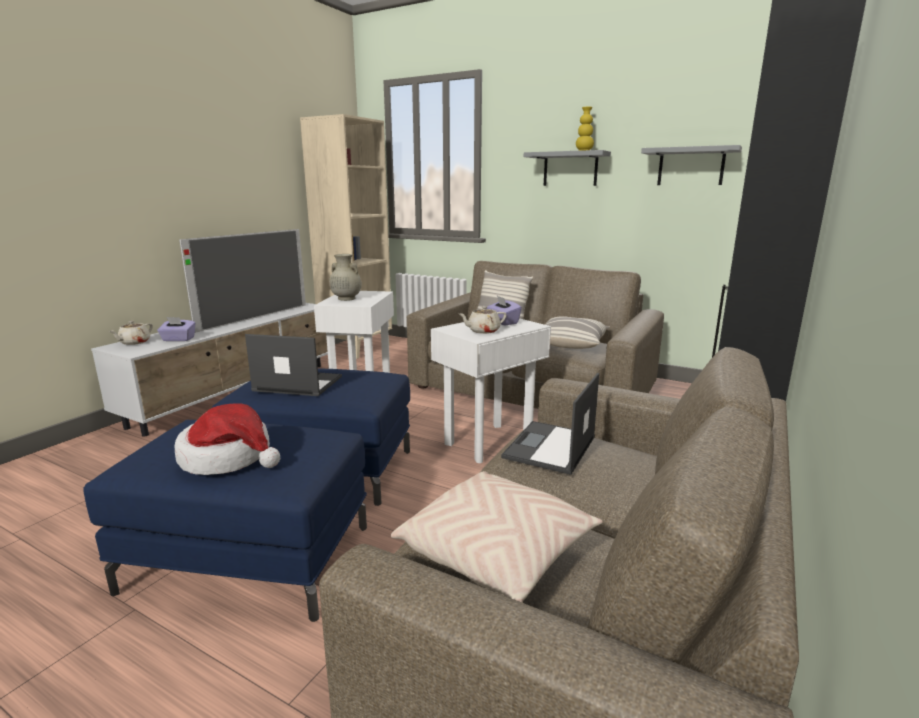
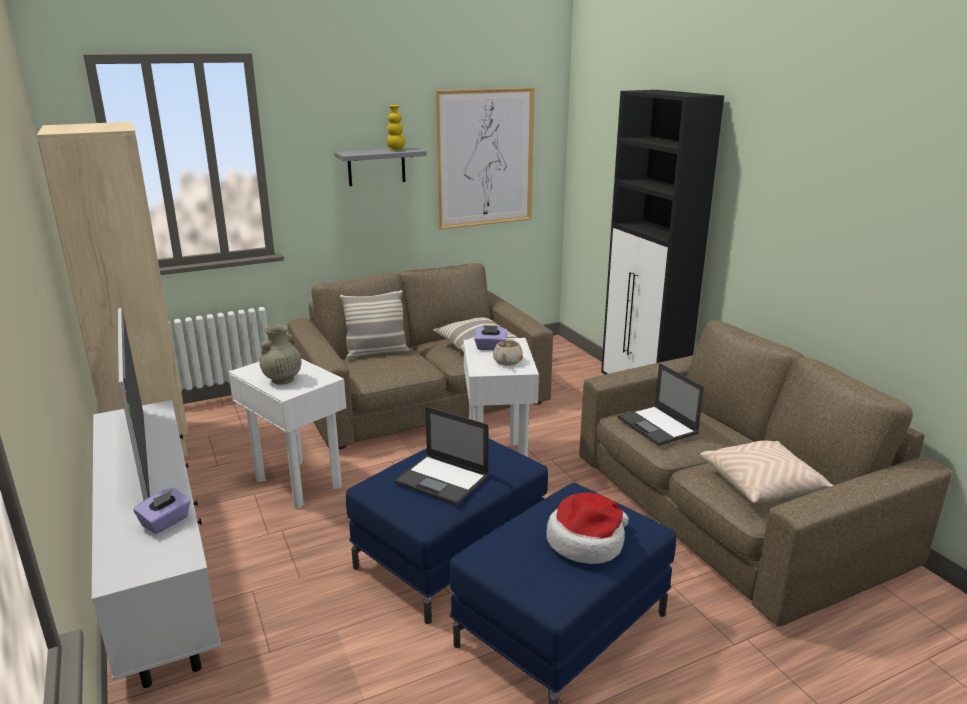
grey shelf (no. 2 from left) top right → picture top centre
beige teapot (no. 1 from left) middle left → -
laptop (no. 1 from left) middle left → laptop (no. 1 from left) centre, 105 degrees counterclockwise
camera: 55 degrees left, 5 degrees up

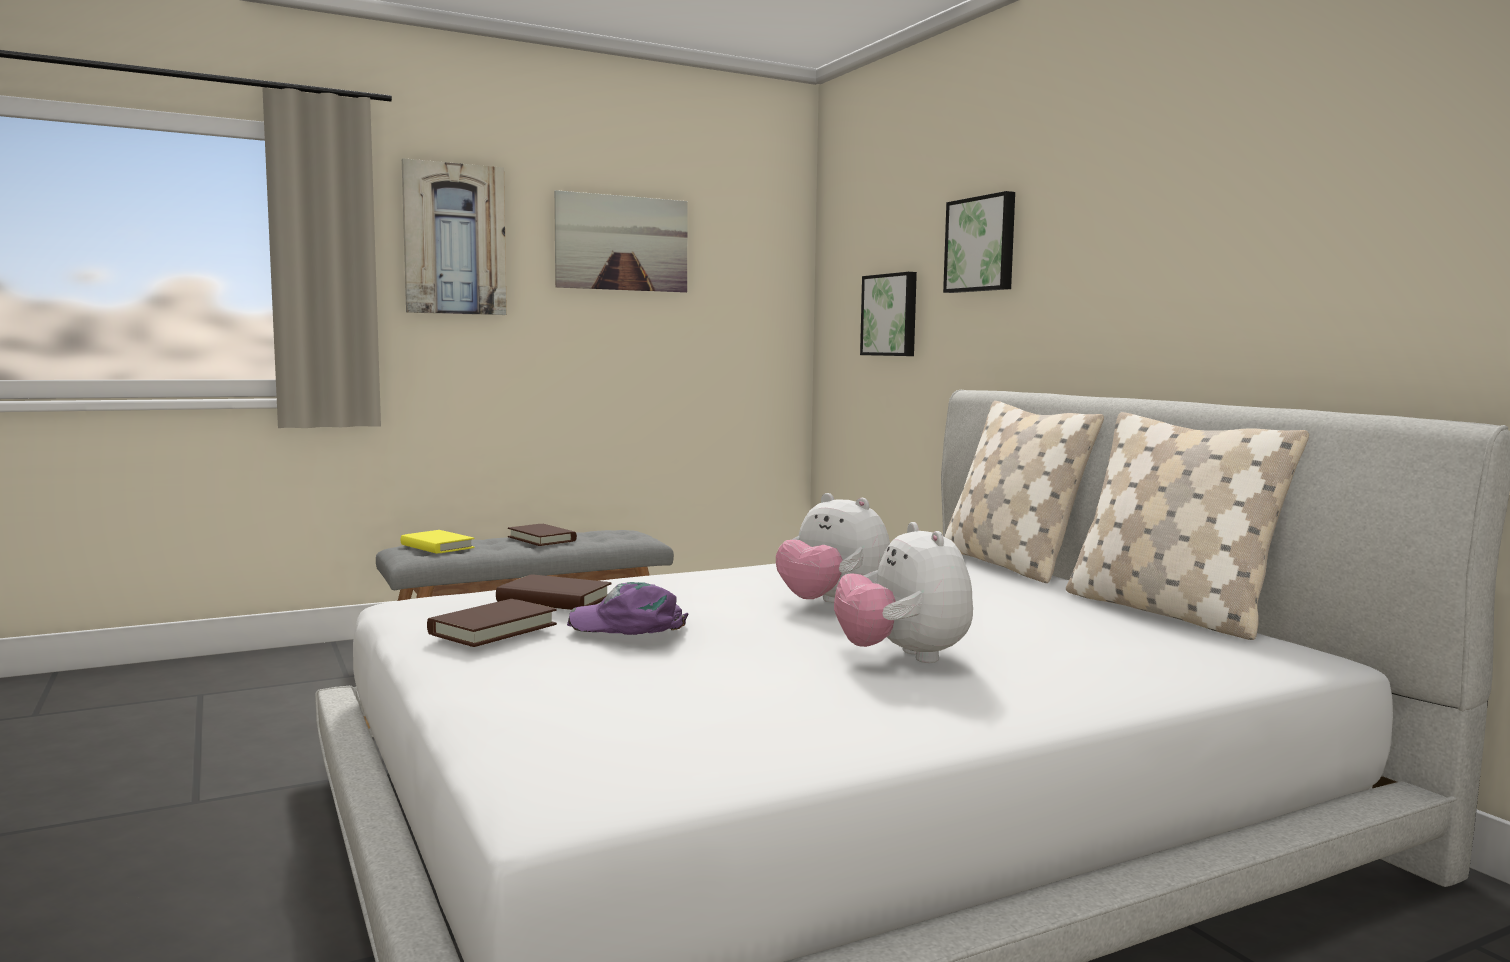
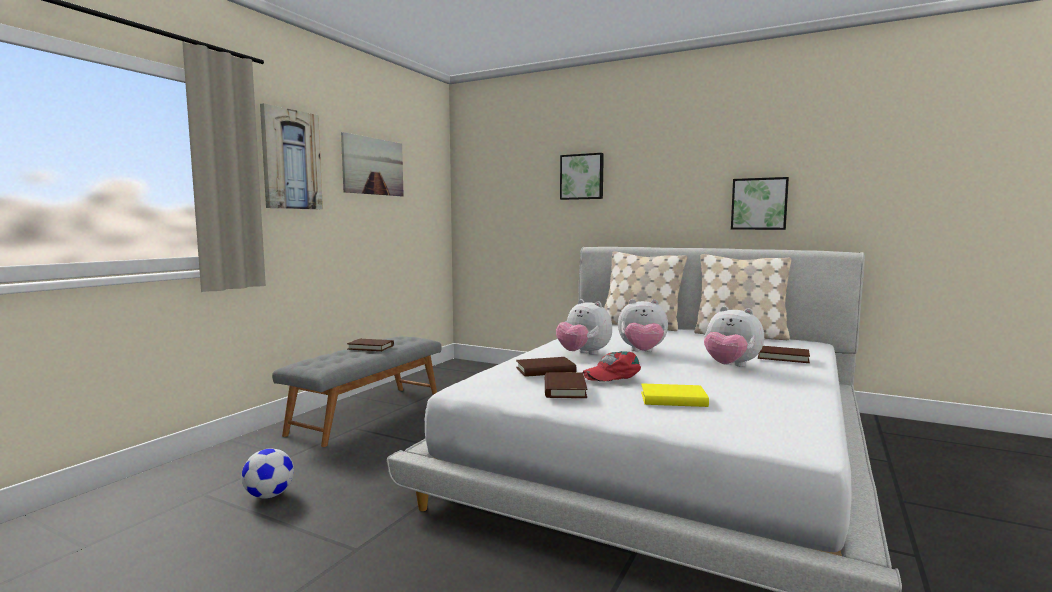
picture (no. 3 from left in the first image) top centre → picture (no. 4 from left) middle right, shifted
yellow book middle left → yellow book bottom centre, shifted
purple cap centre → red cap centre
- → plush toy (no. 1 from left) centre
- → brown book (no. 4 from left) middle right
- → football bottom left
camera: 35 degrees left, 0 degrees up

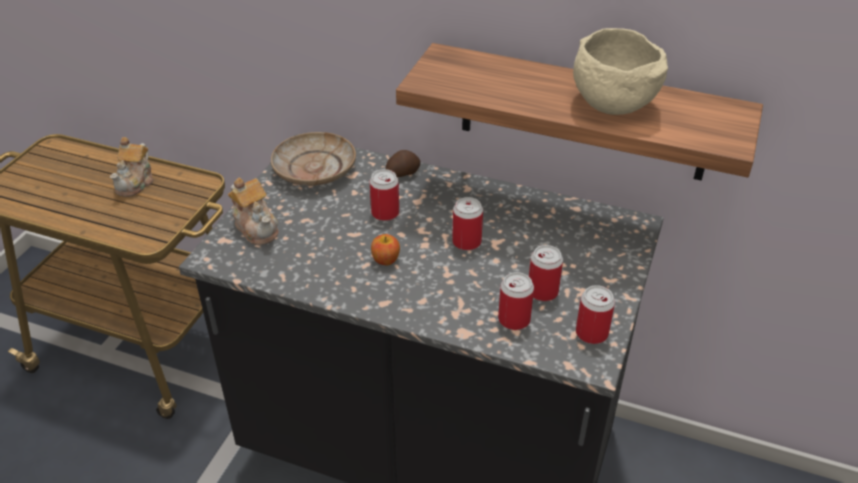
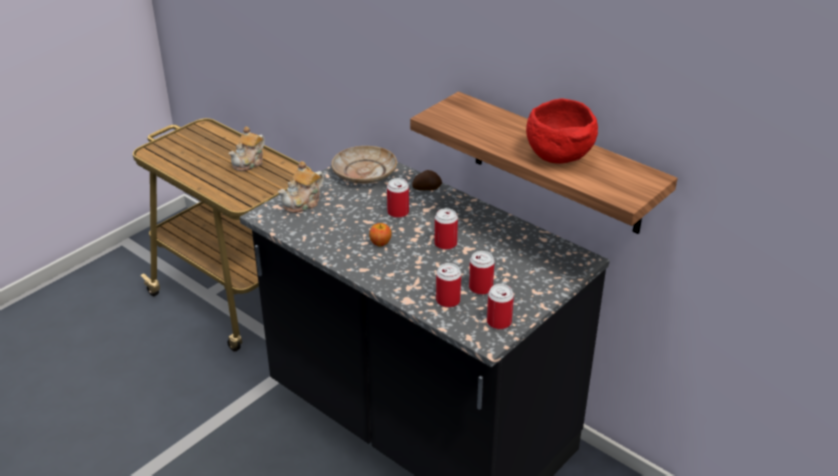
beige bowl top right → red bowl top right
teapot (no. 2 from left) middle left → teapot (no. 2 from left) centre, 60 degrees clockwise
camera: 20 degrees right, 5 degrees down

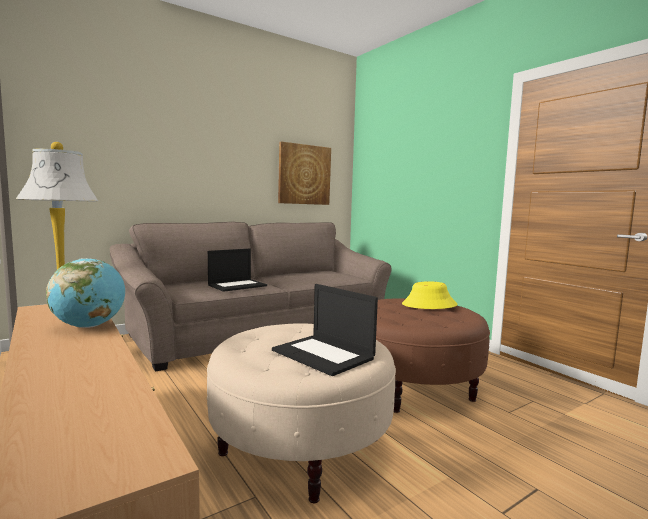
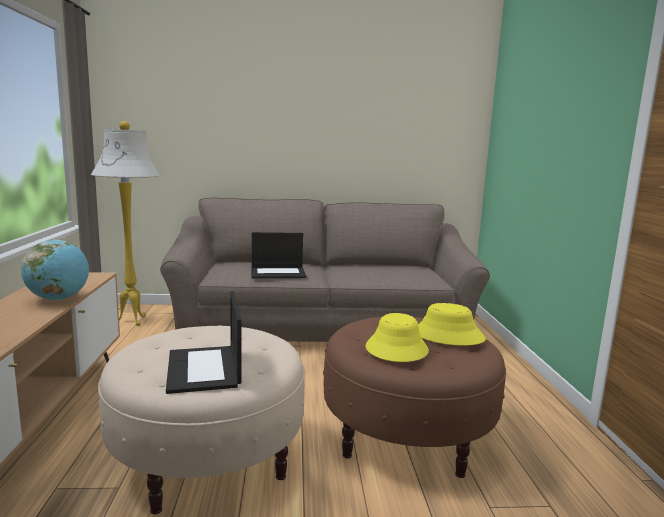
picture centre → -
- → yellow hat (no. 1 from left) centre
camera: 30 degrees right, 5 degrees up

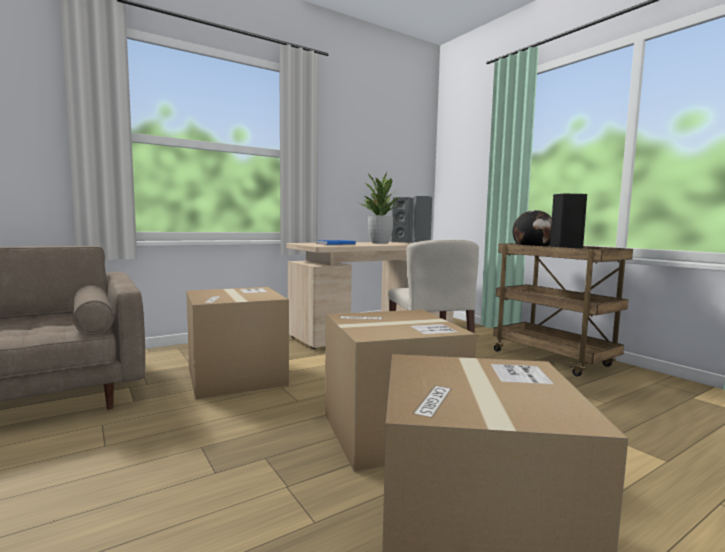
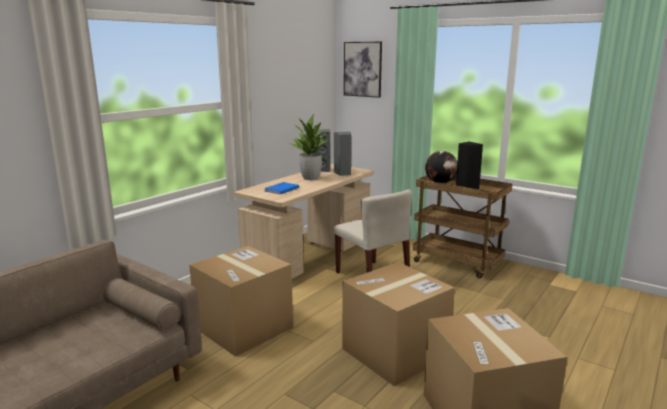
- → picture top centre
camera: 20 degrees left, 10 degrees up

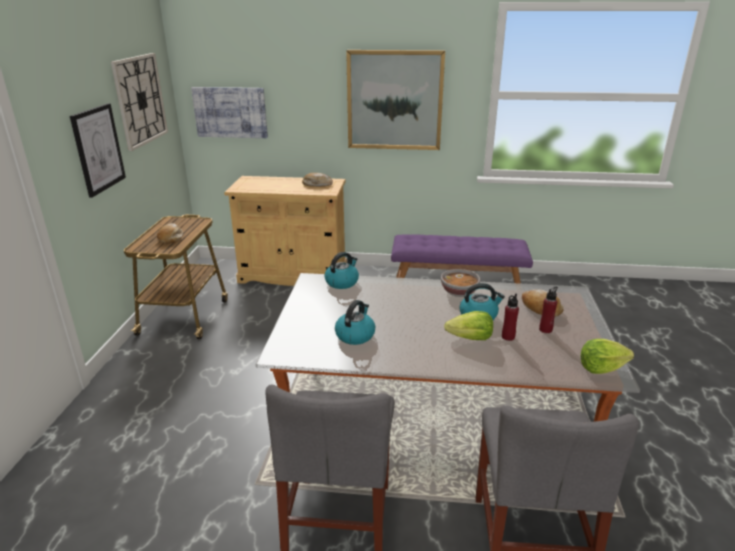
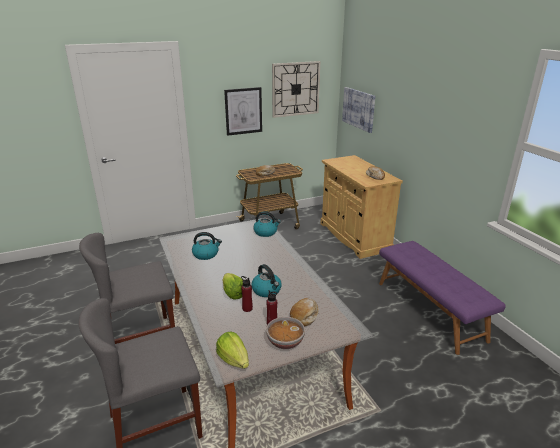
picture (no. 3 from left) top centre → -
bowl centre → bowl bottom centre, shifted
camera: 60 degrees right, 0 degrees up

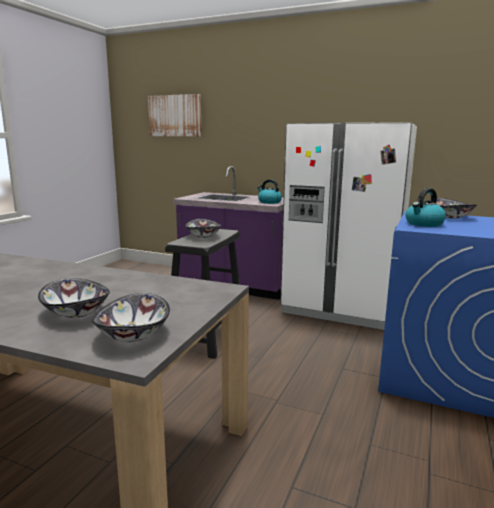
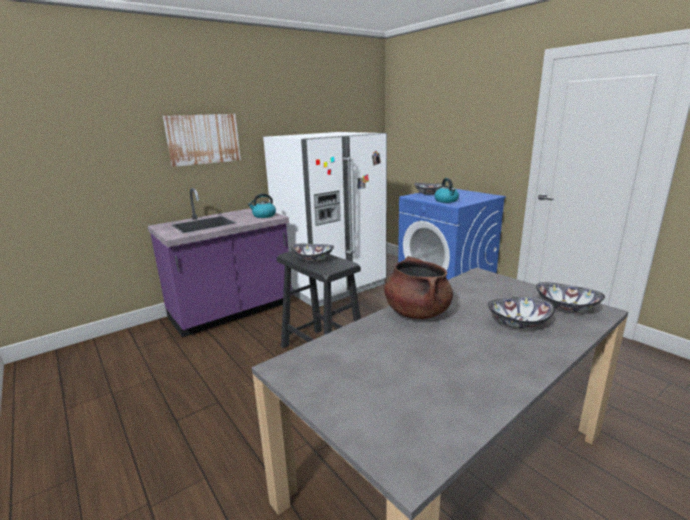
picture top centre → picture top left, shifted
- → brown cooking pot centre
camera: 60 degrees left, 5 degrees up

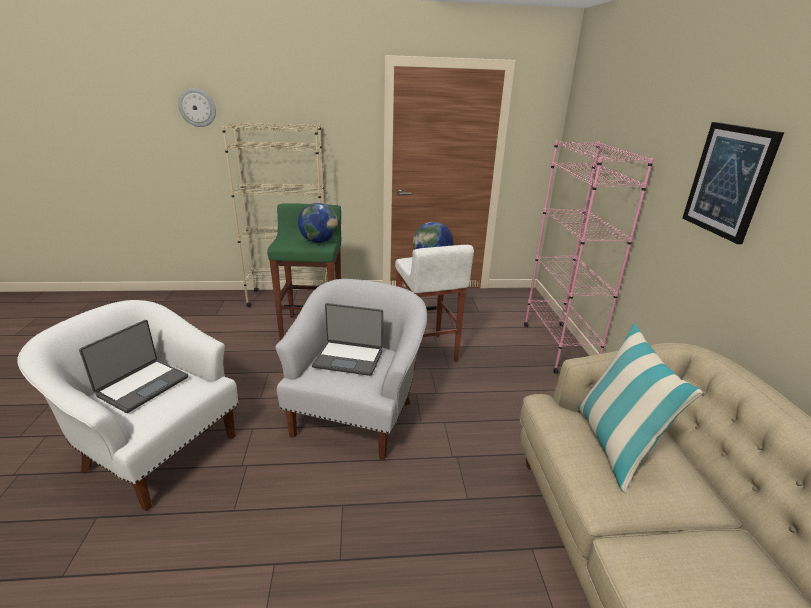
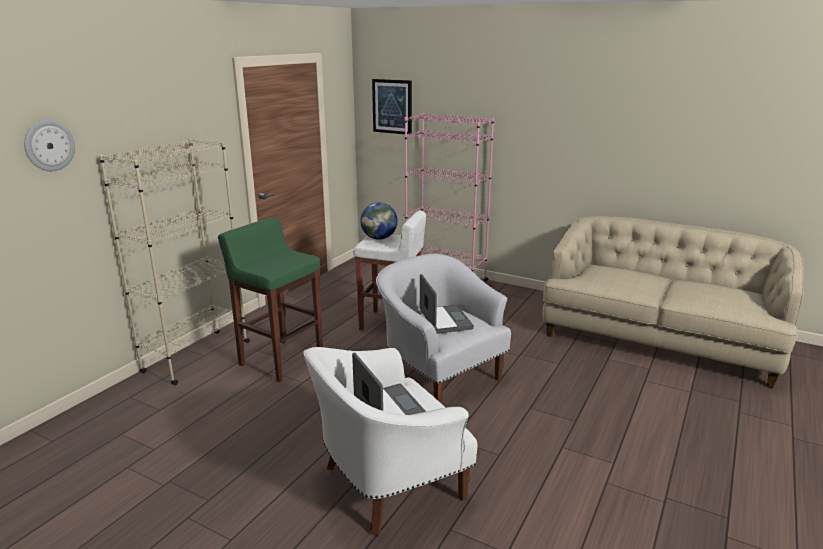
picture top right → picture top centre, shifted
globe (no. 1 from left) centre → -
laptop (no. 2 from left) centre, 60 degrees counterclockwise
pillow bottom right → -
camera: 55 degrees left, 5 degrees down

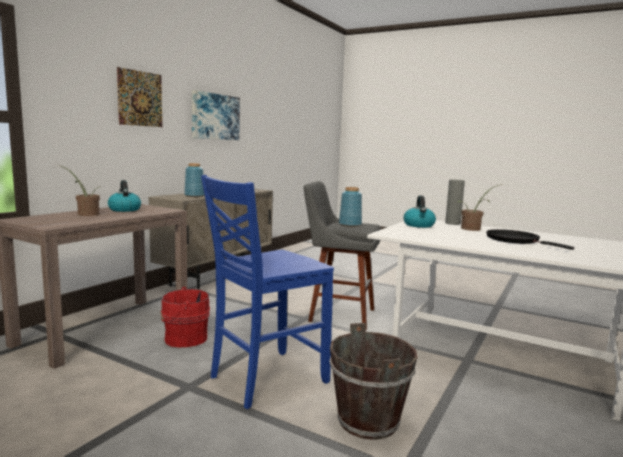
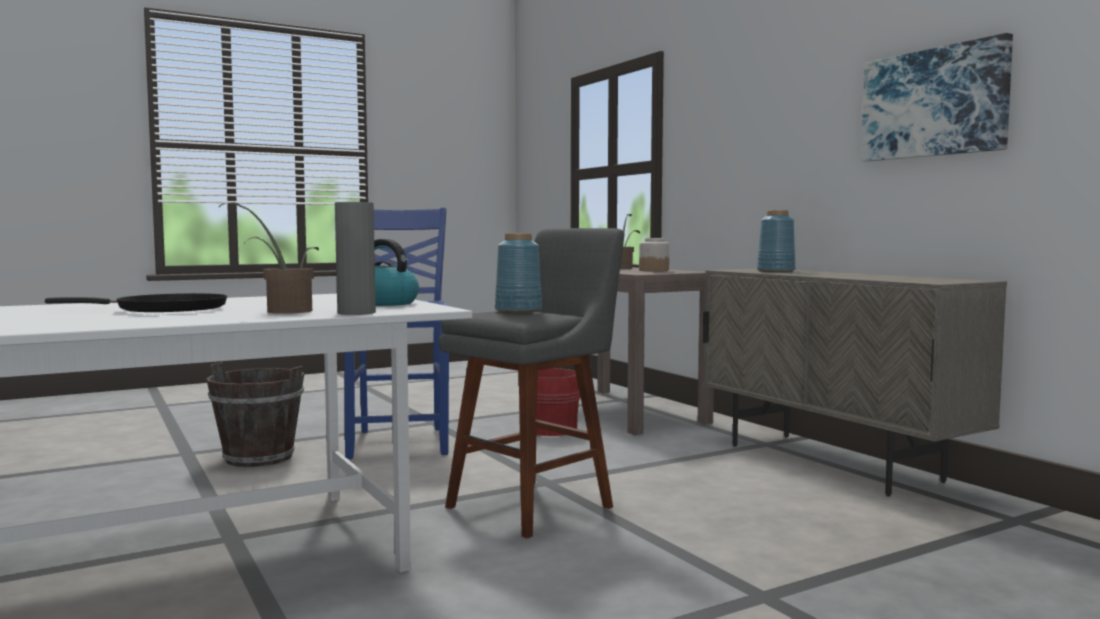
picture (no. 1 from left) top left → -
kettle (no. 1 from left) middle left → jar centre
camera: 120 degrees right, 5 degrees down

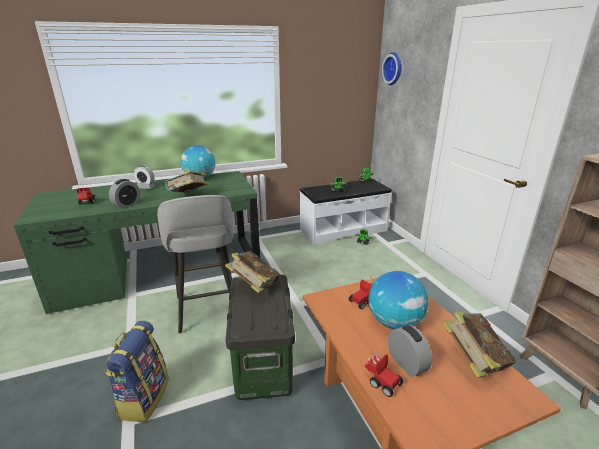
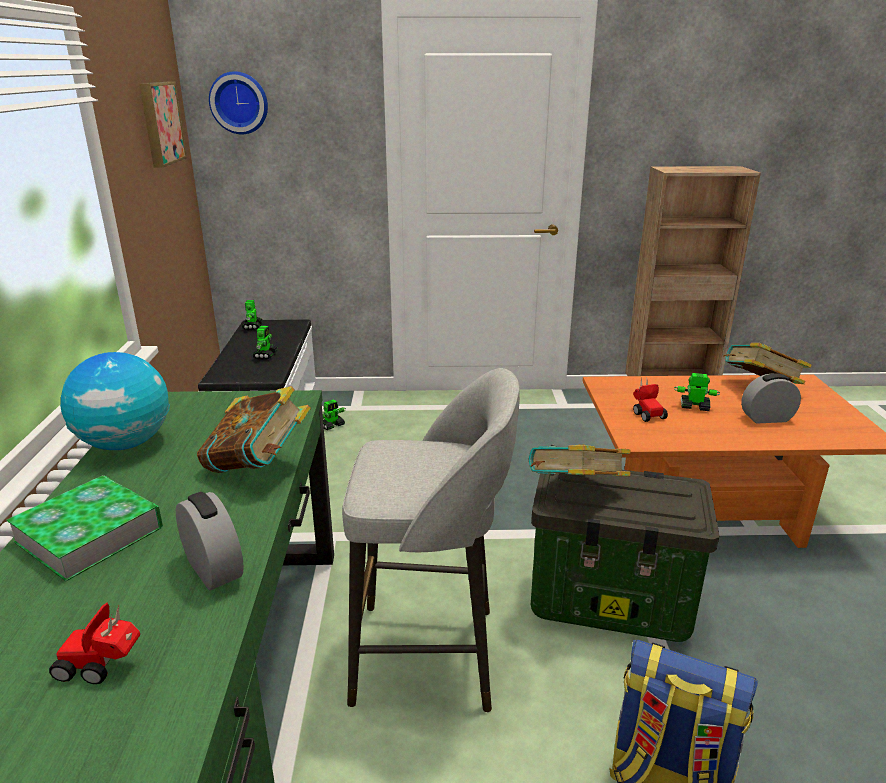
alarm clock (no. 2 from left) middle left → book (no. 1 from left) bottom left
globe (no. 2 from left) bottom centre → toy robot (no. 4 from left) middle right
toy car (no. 3 from left) bottom centre → -
- → picture top left
camera: 70 degrees left, 0 degrees up

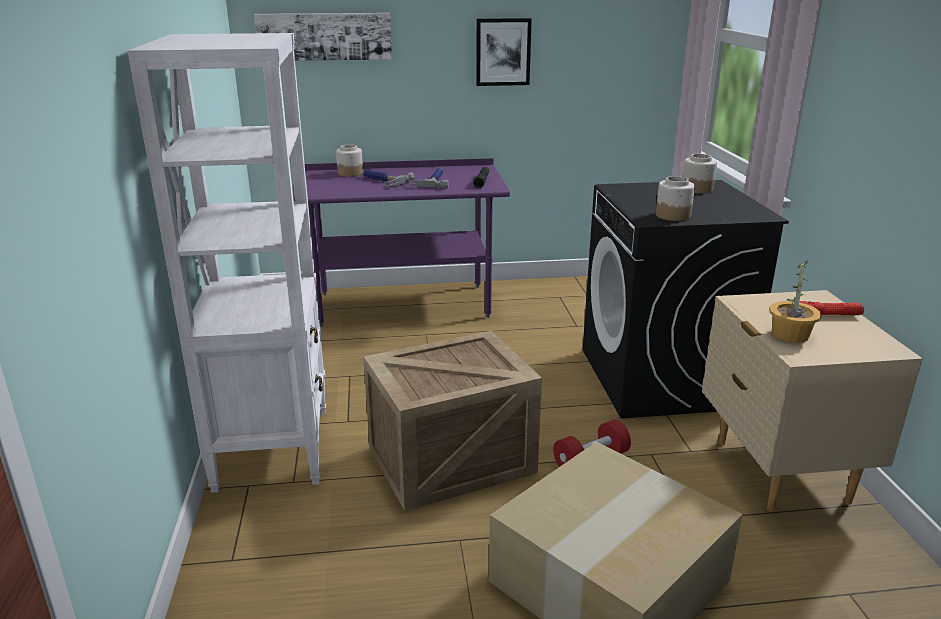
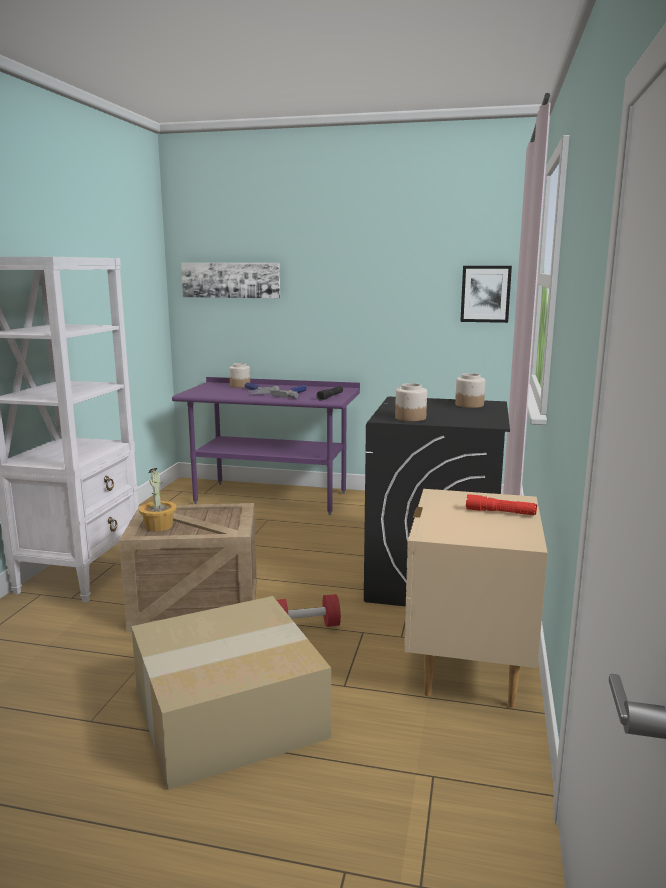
picture (no. 2 from left) top centre → picture (no. 2 from left) top right, shifted
potted plant middle right → potted plant middle left, shifted
camera: 20 degrees right, 10 degrees down

